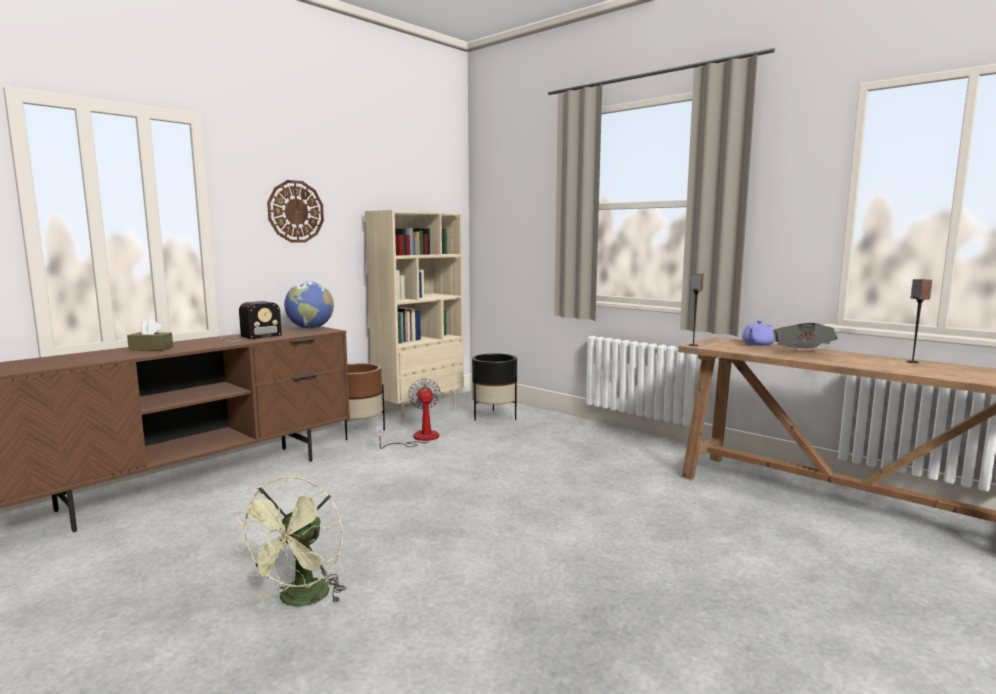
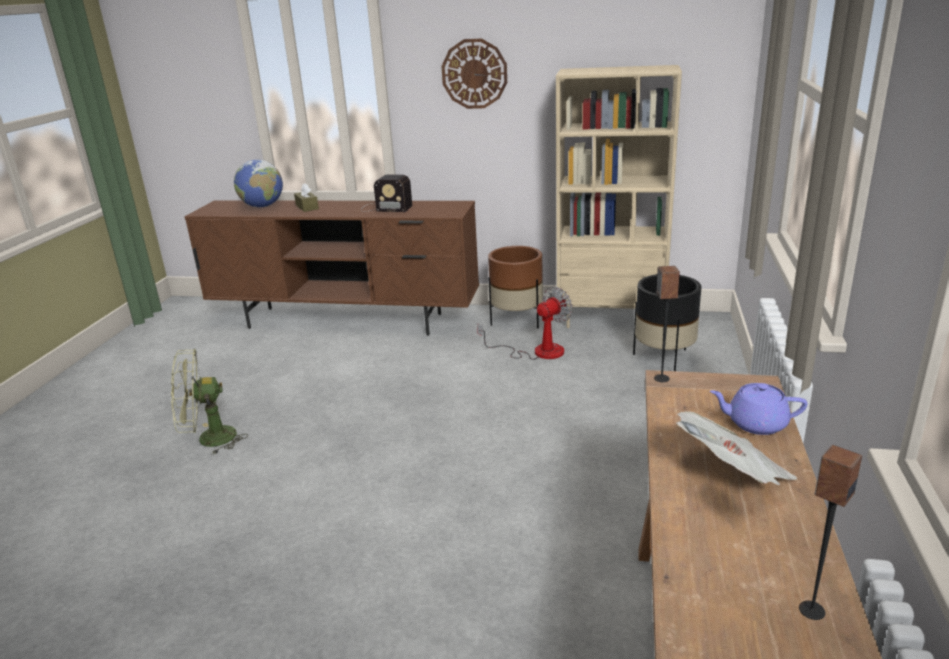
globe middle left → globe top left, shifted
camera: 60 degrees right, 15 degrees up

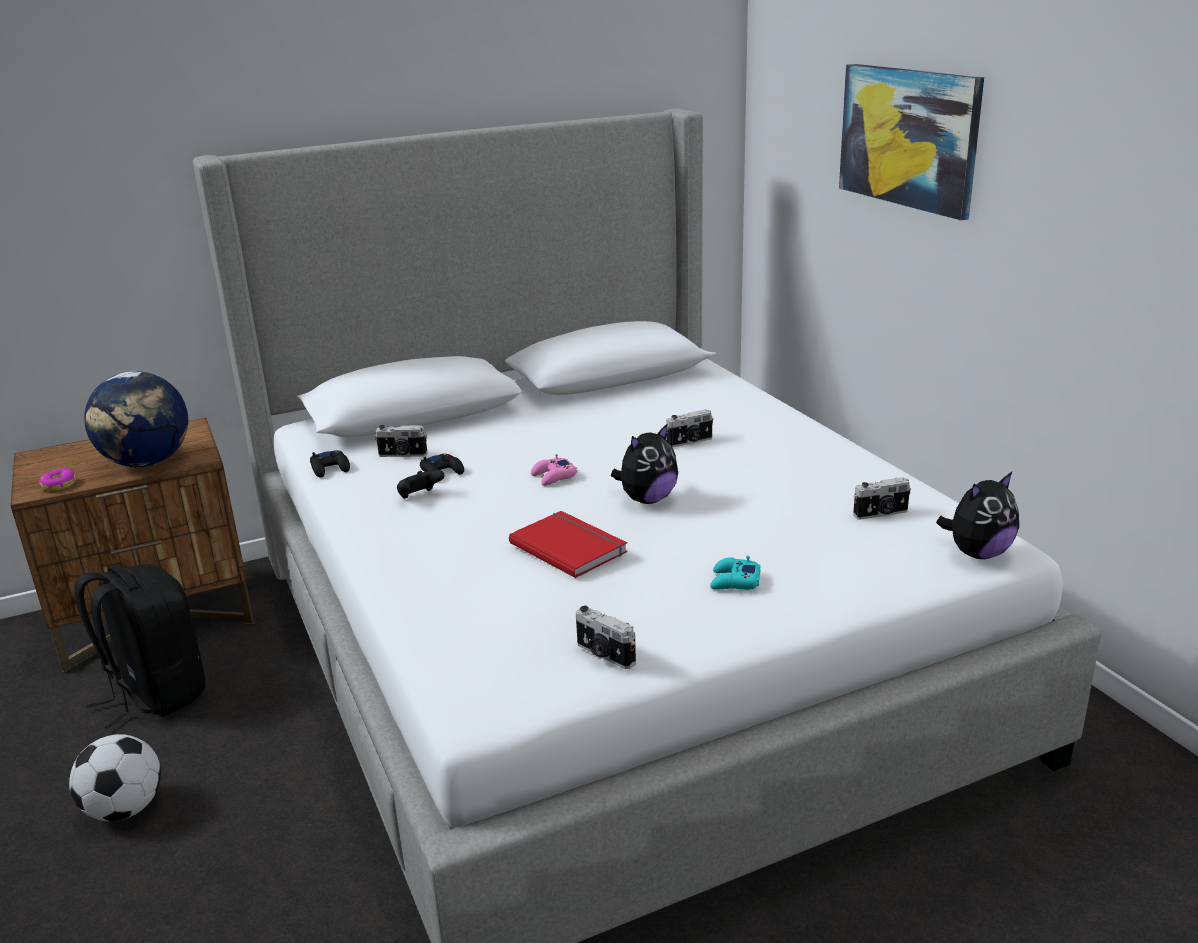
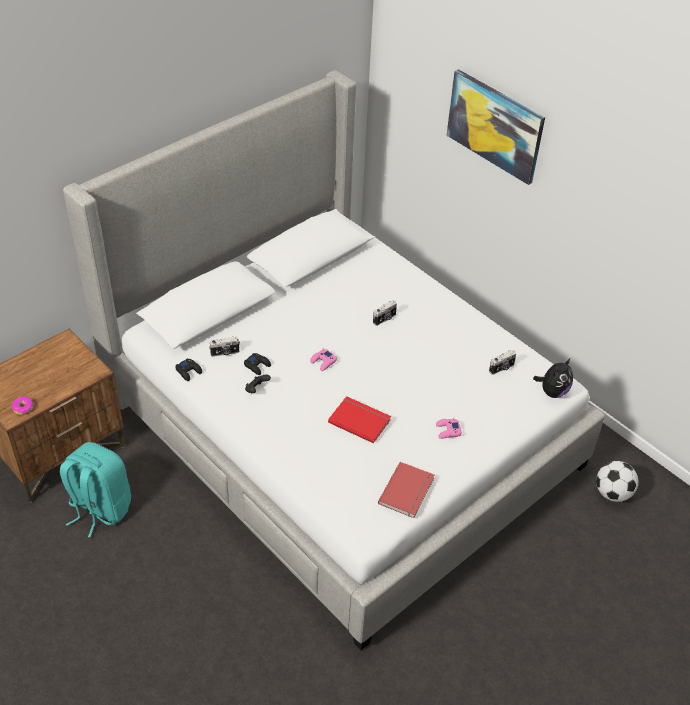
globe middle left → -
plush toy (no. 1 from left) centre → -
turquoise game controller centre → pink game controller (no. 2 from left) centre
black backpack bottom left → turquoise backpack bottom left
photo camera (no. 2 from left) bottom centre → red book (no. 2 from left) bottom centre
football bottom left → football bottom right, shifted
camera: 20 degrees left, 20 degrees up

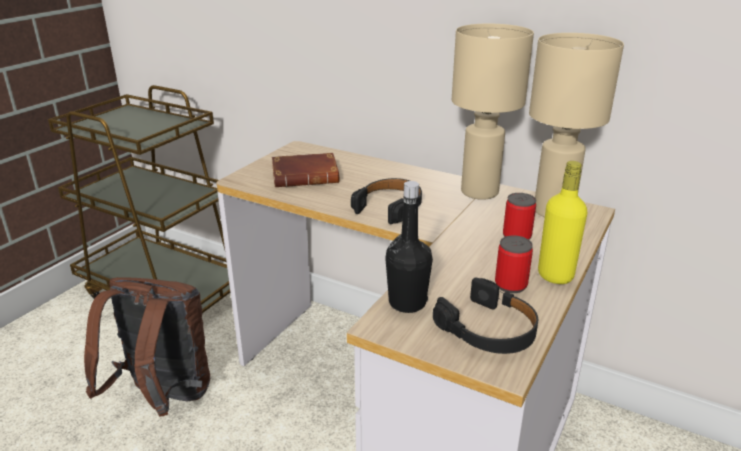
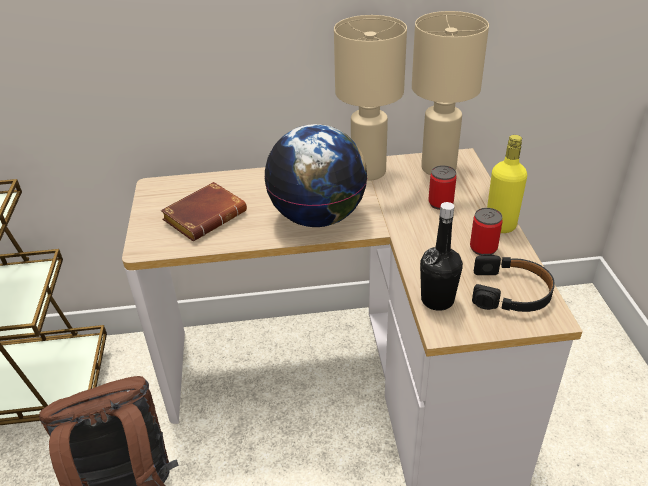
black headphones (no. 1 from left) centre → globe centre
camera: 35 degrees left, 10 degrees up

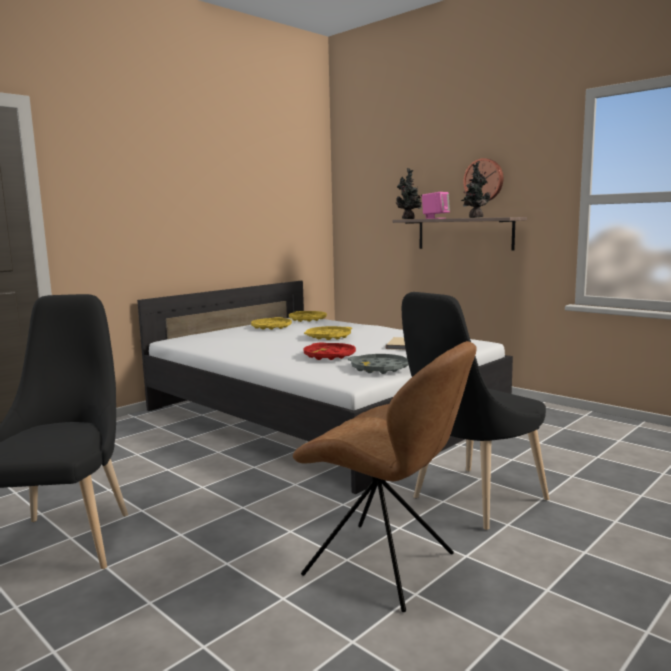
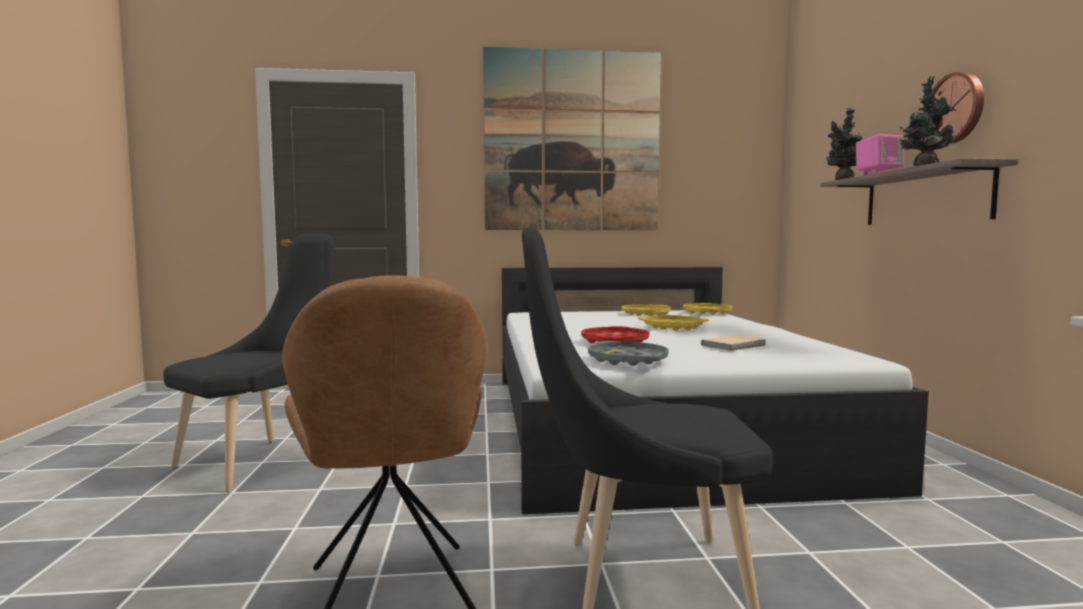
- → picture top centre
camera: 40 degrees right, 5 degrees down

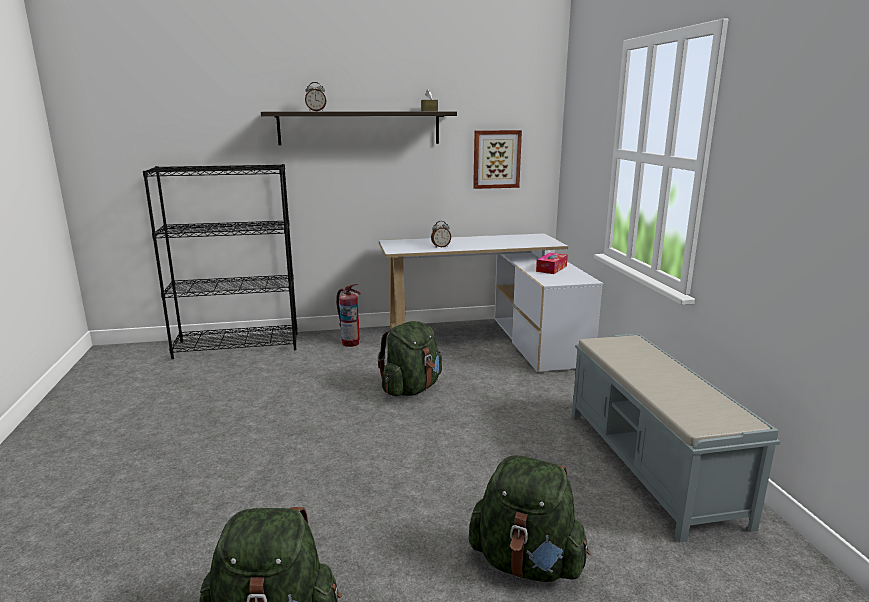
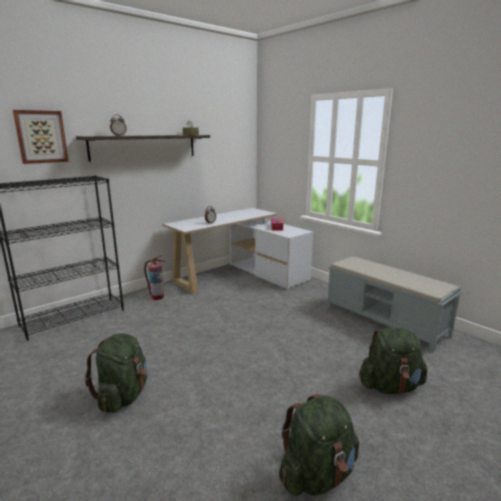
picture top centre → picture top left, shifted
green backpack (no. 2 from left in the first image) centre → green backpack (no. 1 from left) bottom left, shifted
camera: 30 degrees left, 0 degrees up

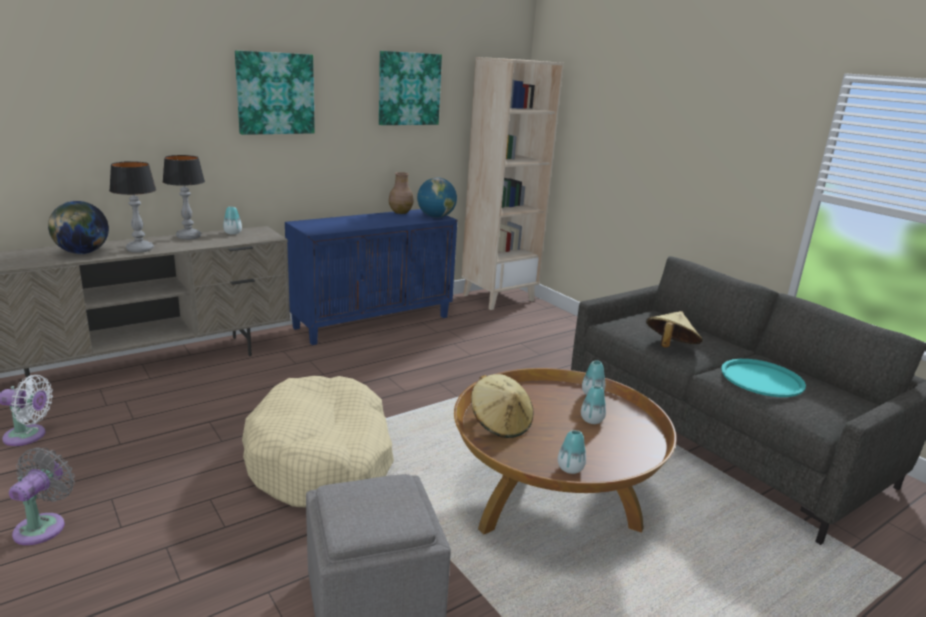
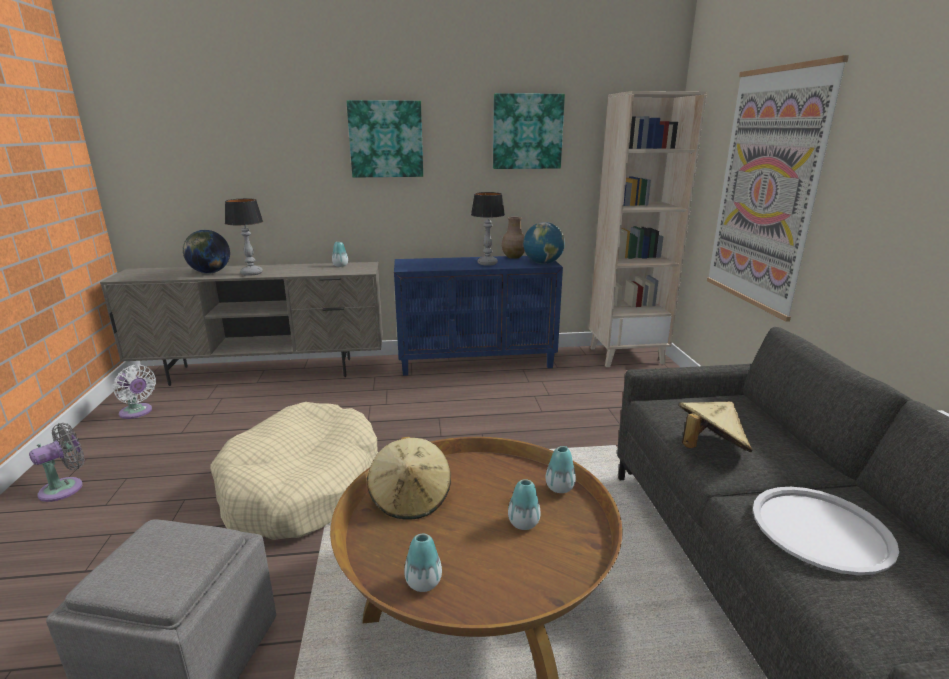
table lamp (no. 2 from left) top left → table lamp (no. 2 from left) centre, shifted
turquoise tray middle right → white tray bottom right
- → picture (no. 3 from left) top right
camera: 30 degrees right, 0 degrees up

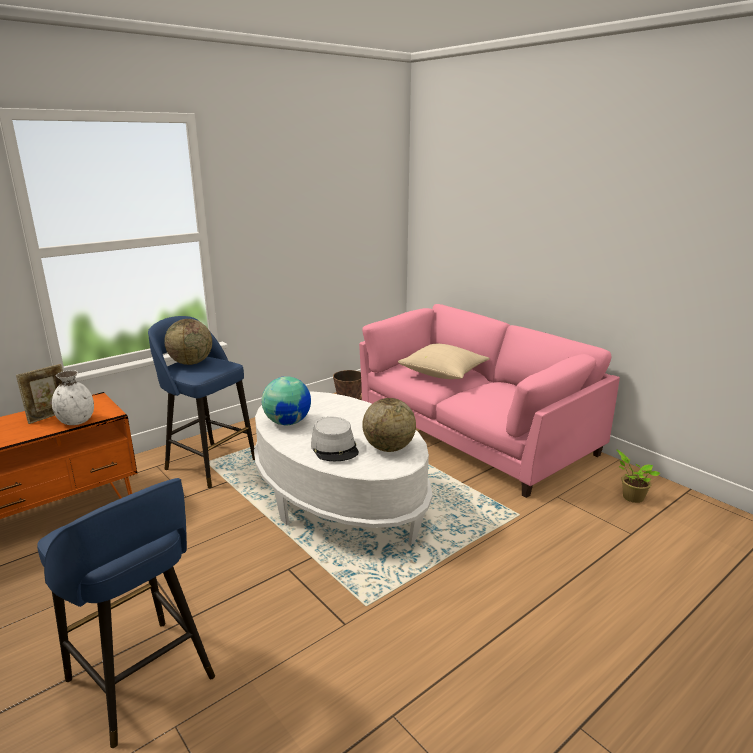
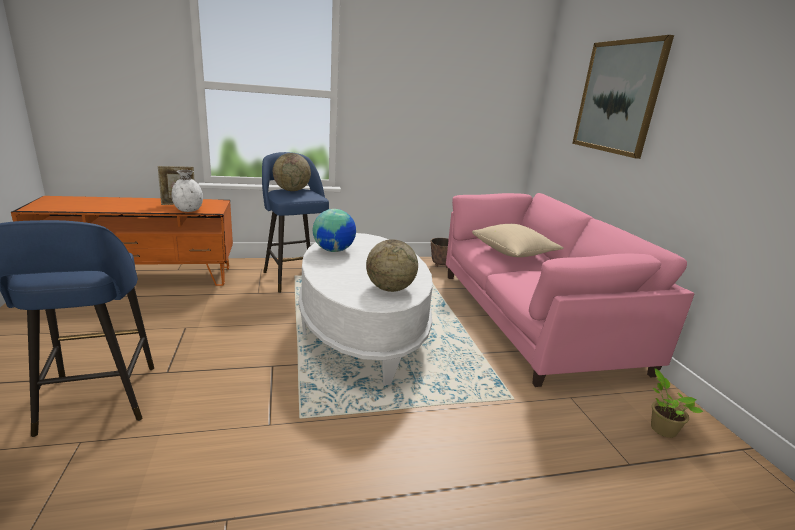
grey hat centre → -
- → picture top right
camera: 25 degrees right, 0 degrees up

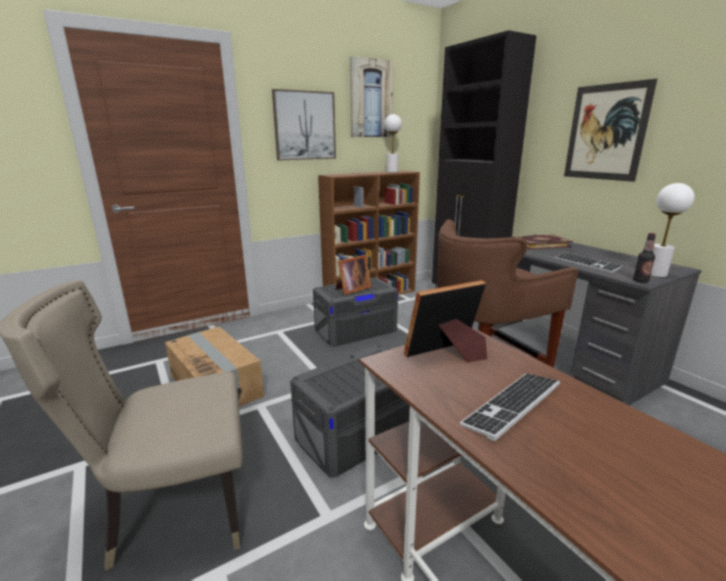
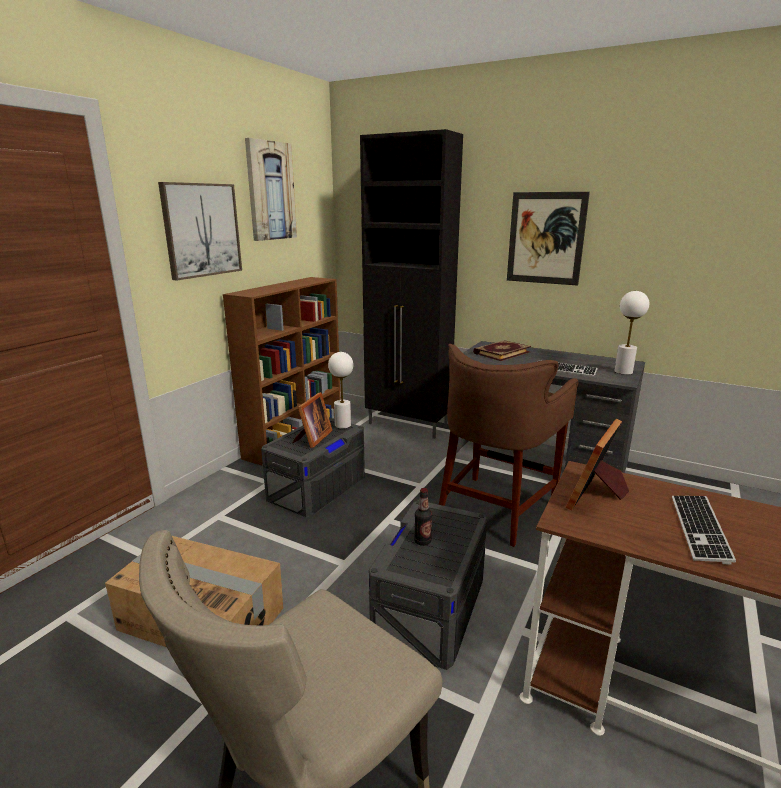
white table lamp (no. 1 from left) top centre → white table lamp (no. 1 from left) centre, shifted
bottle middle right → bottle centre, shifted
camera: 30 degrees left, 0 degrees up

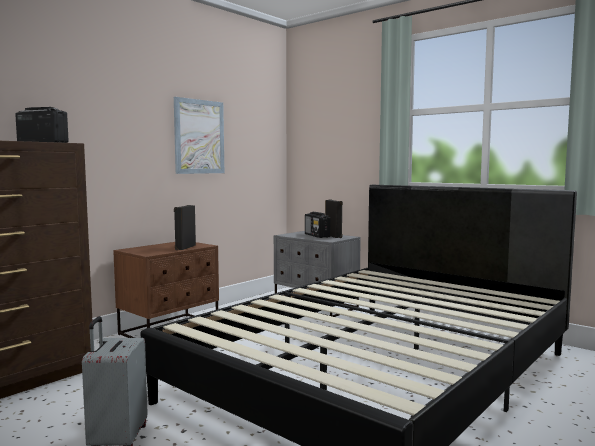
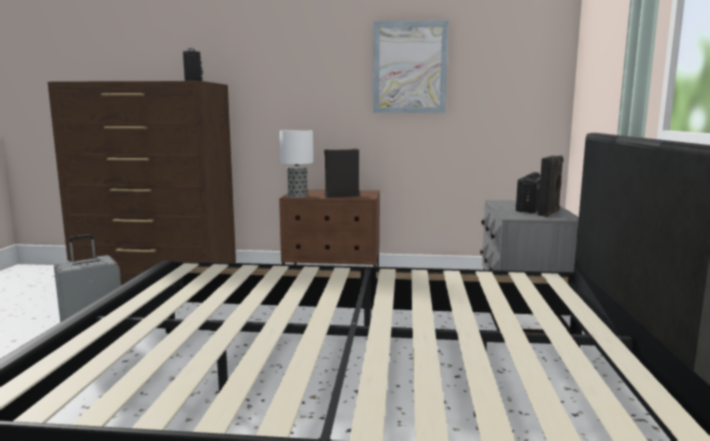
- → table lamp centre
camera: 55 degrees right, 5 degrees up

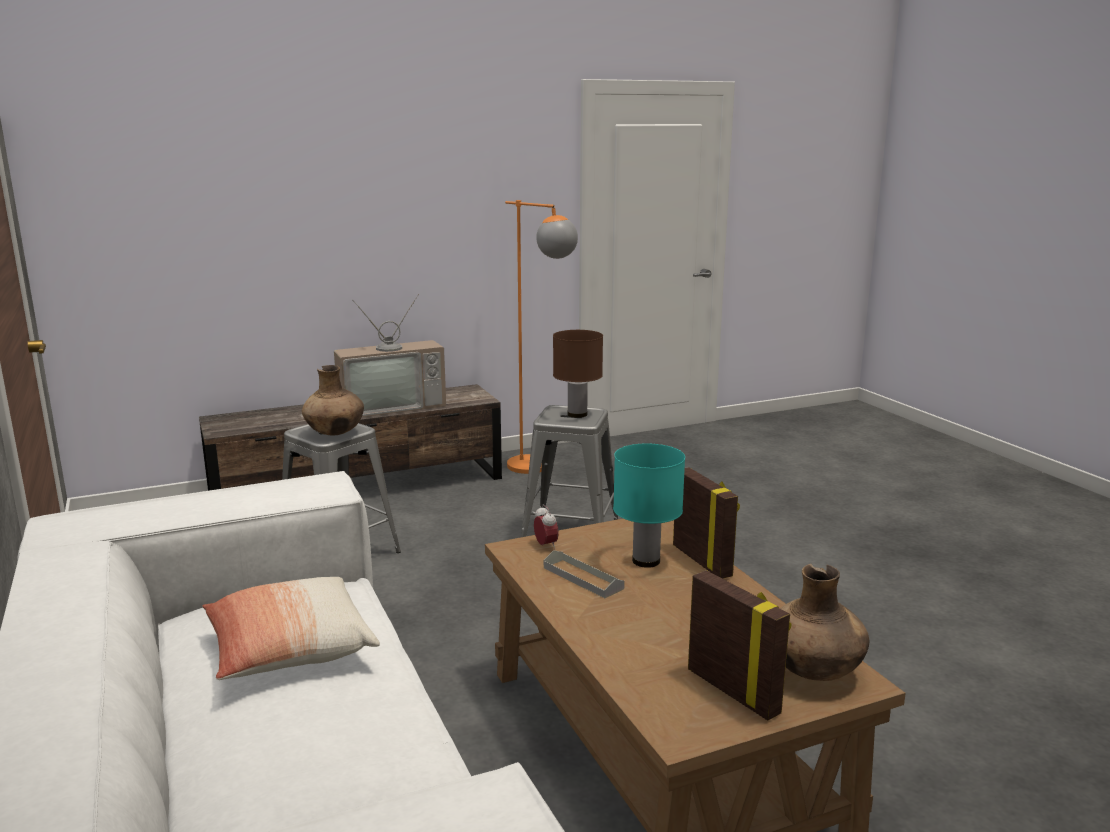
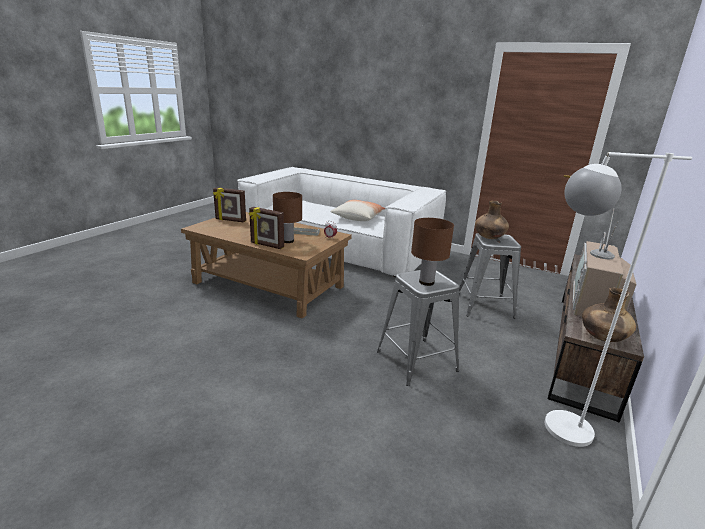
orange floor lamp centre → white floor lamp middle right
turquoise table lamp centre → brown table lamp (no. 1 from left) centre
brown vase (no. 2 from left) bottom right → brown vase (no. 2 from left) middle right, shifted
camera: 140 degrees right, 5 degrees up

